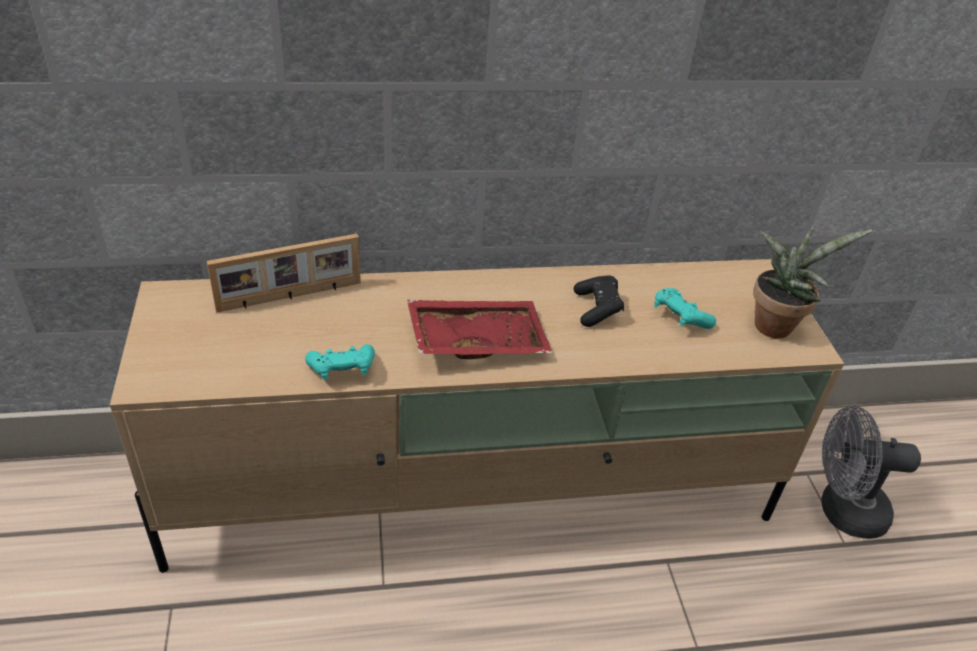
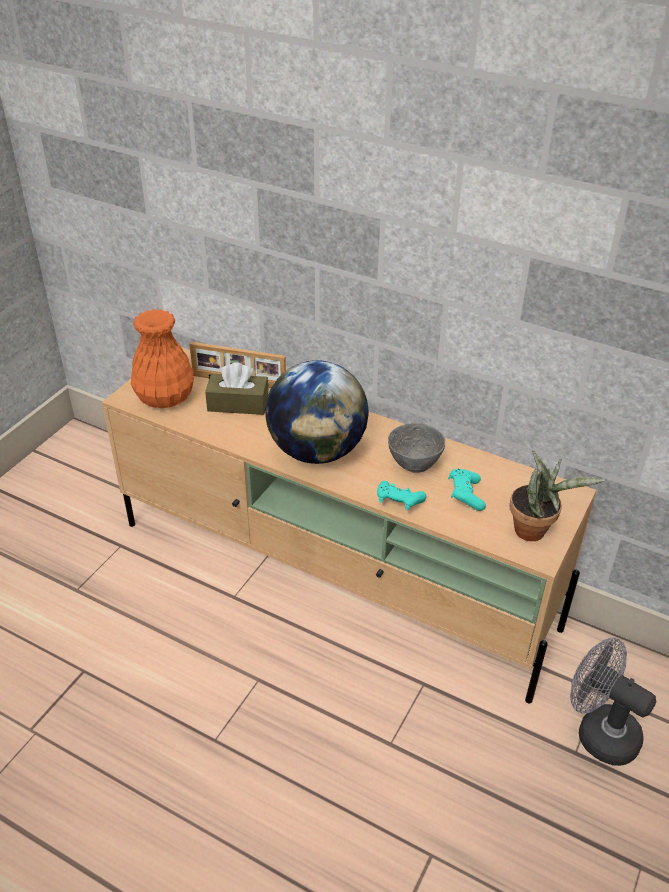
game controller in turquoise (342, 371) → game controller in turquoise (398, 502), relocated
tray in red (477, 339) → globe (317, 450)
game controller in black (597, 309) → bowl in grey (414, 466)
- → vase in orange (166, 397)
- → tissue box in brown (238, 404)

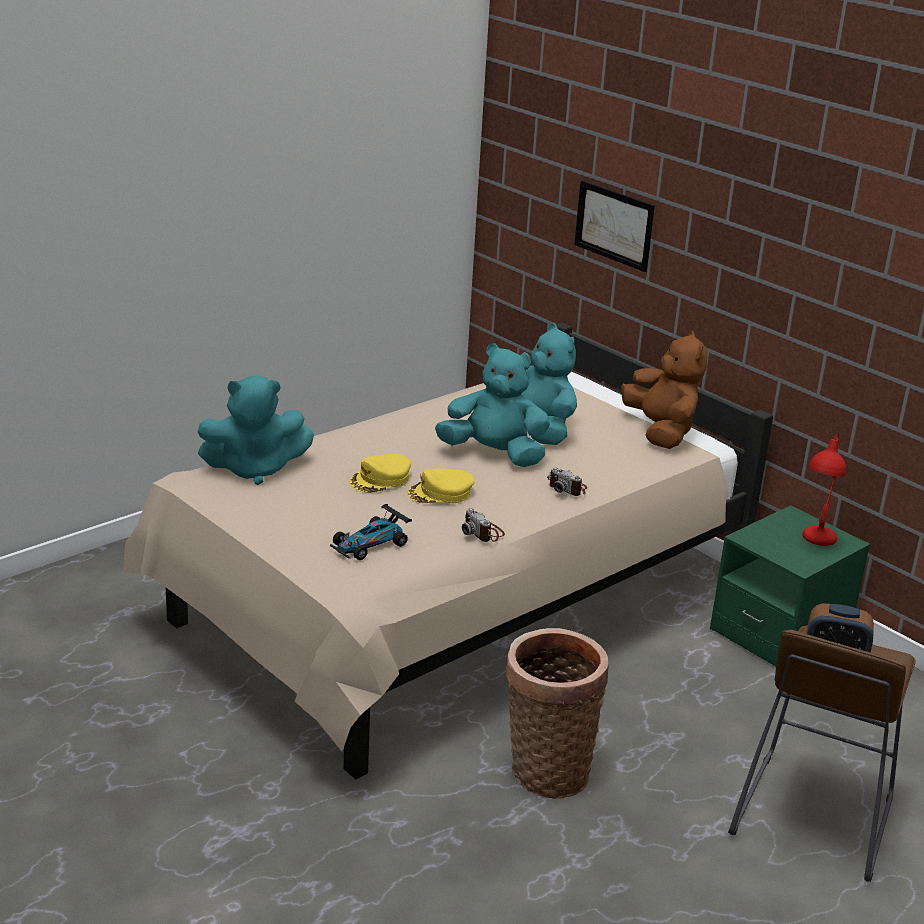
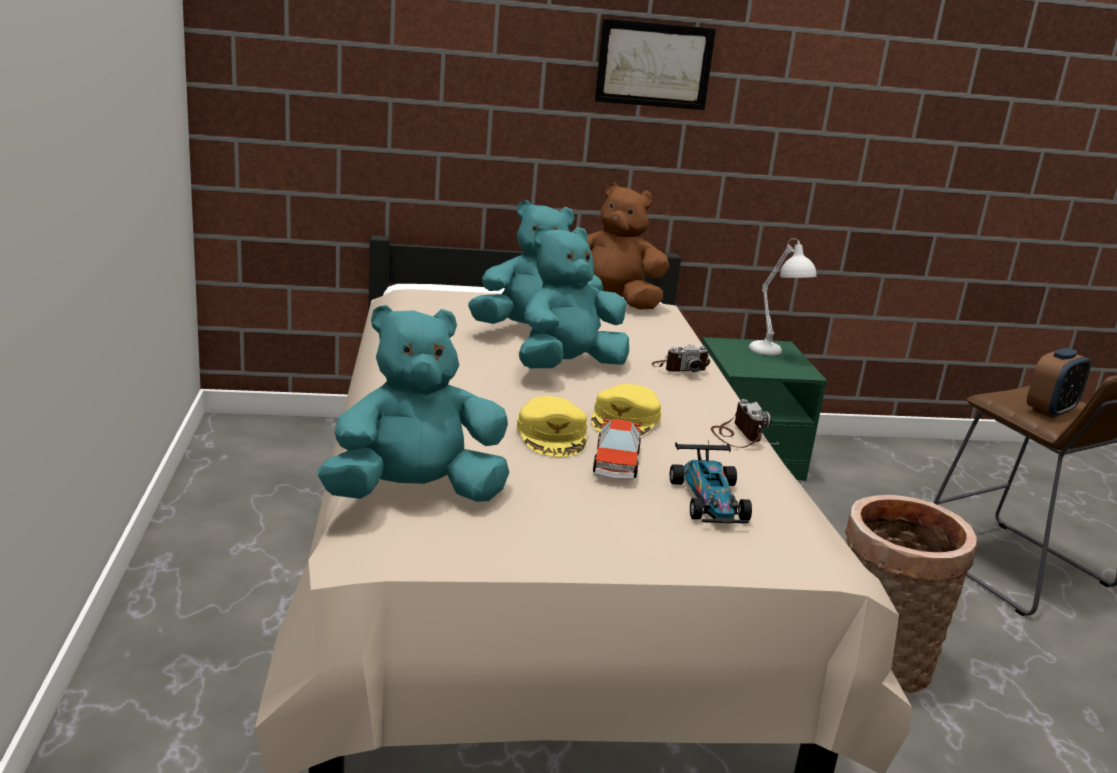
plush toy in turquoise (254, 469) → plush toy in turquoise (415, 494), 135 degrees counterclockwise
photo camera (483, 532) → photo camera (737, 435), 105 degrees counterclockwise
picture (614, 225) → picture (654, 65), relocated
table lamp in red (814, 543) → table lamp in white (773, 354)
- → toy car (616, 463)

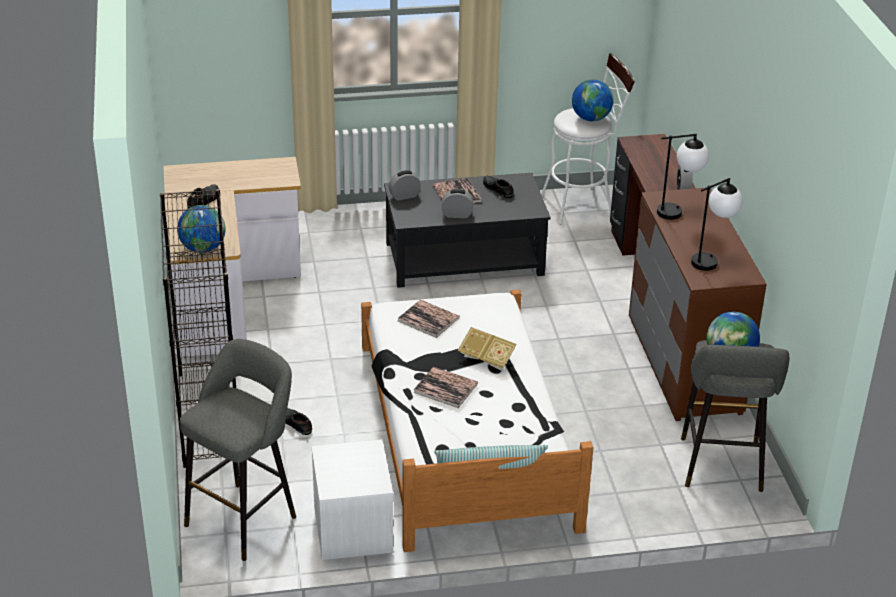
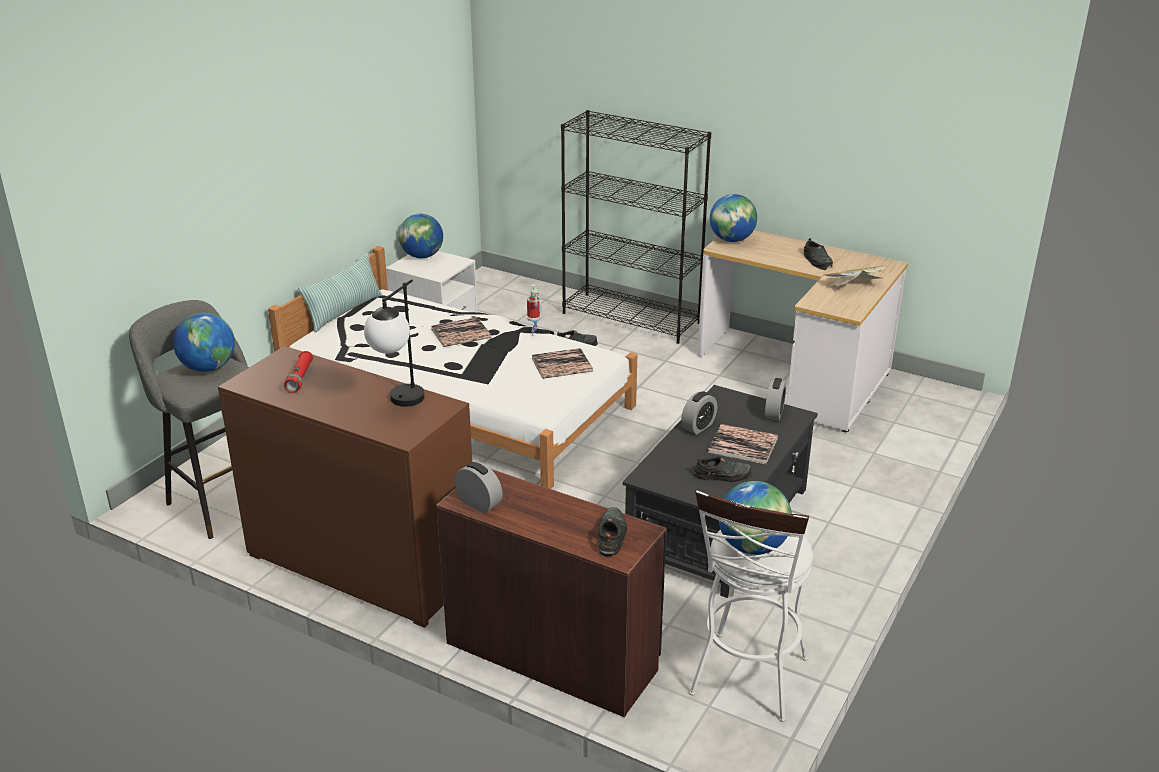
stool in grey (245, 517) → -
book (487, 359) → book (854, 286), relocated
table lamp (712, 259) → flashlight in red (300, 378)
- → globe (422, 256)
- → toy robot (534, 333)
- → shoe in black (611, 535)

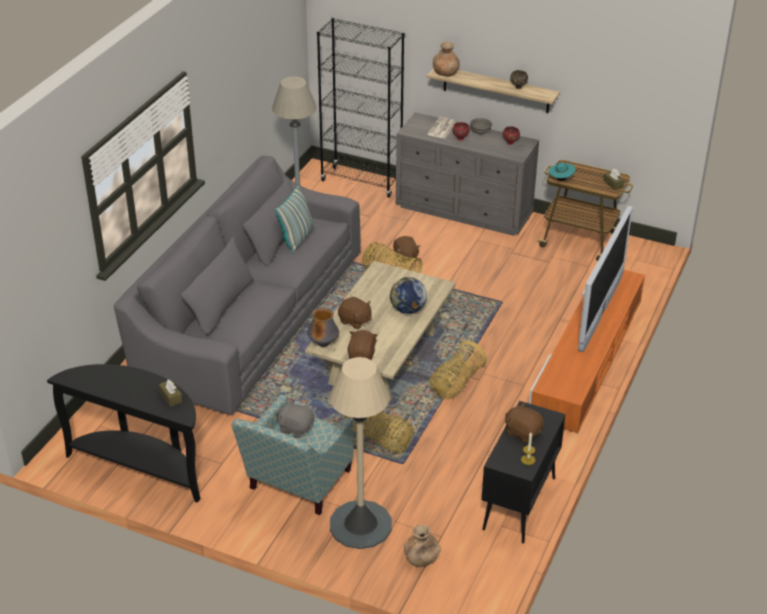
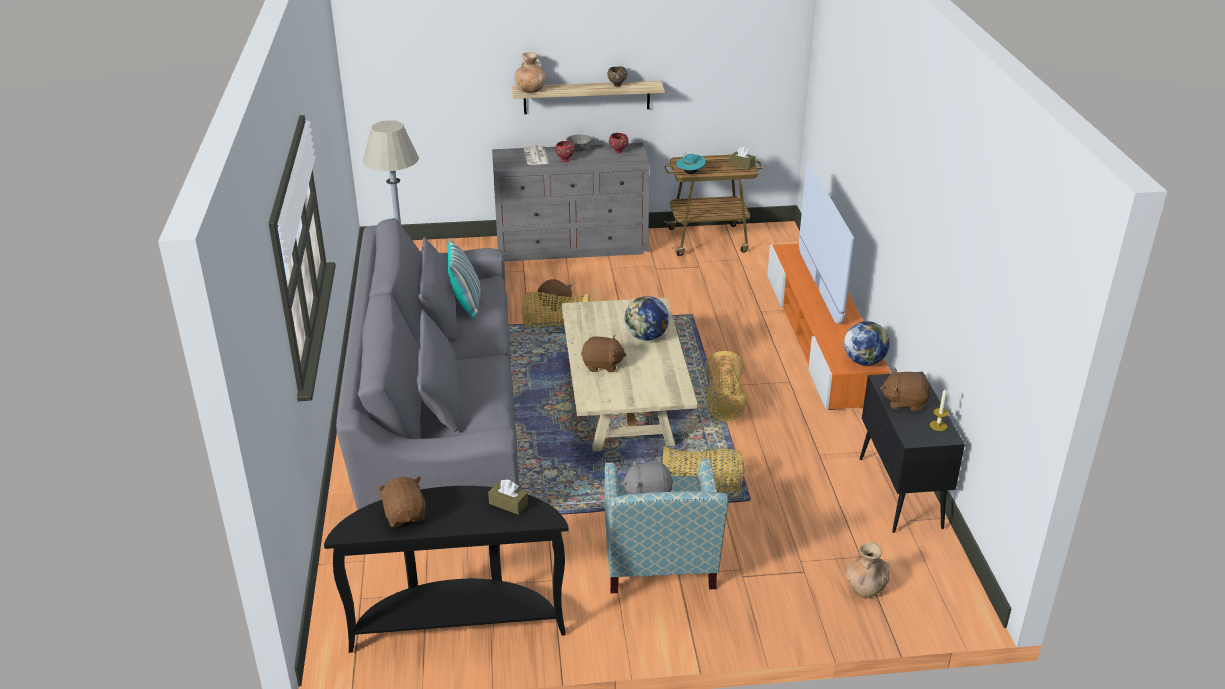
vase (323, 344) → -
bookcase in black (361, 182) → -
floor lamp in beige (360, 525) → -
plush toy in brown (362, 355) → plush toy in brown (405, 515), relocated
- → globe (864, 361)

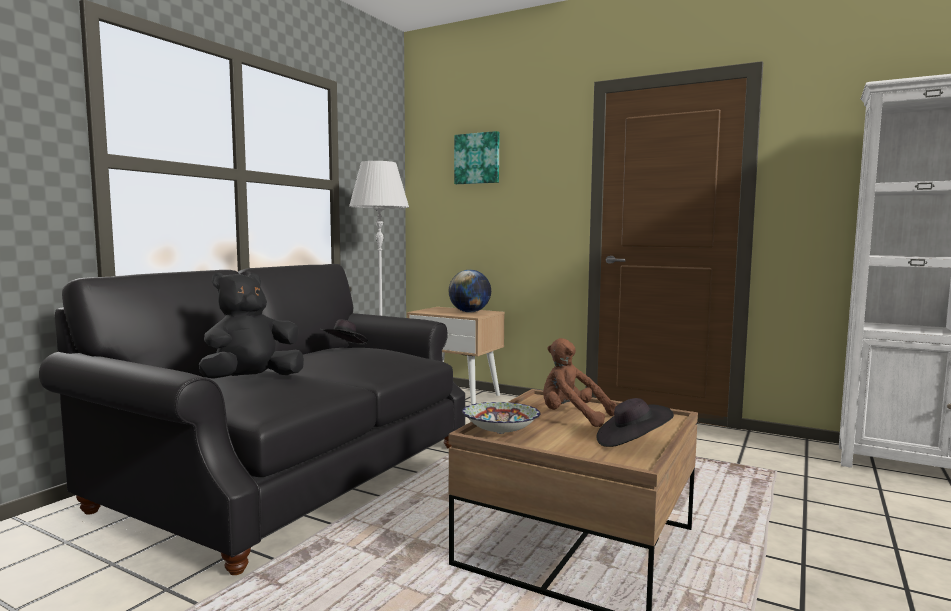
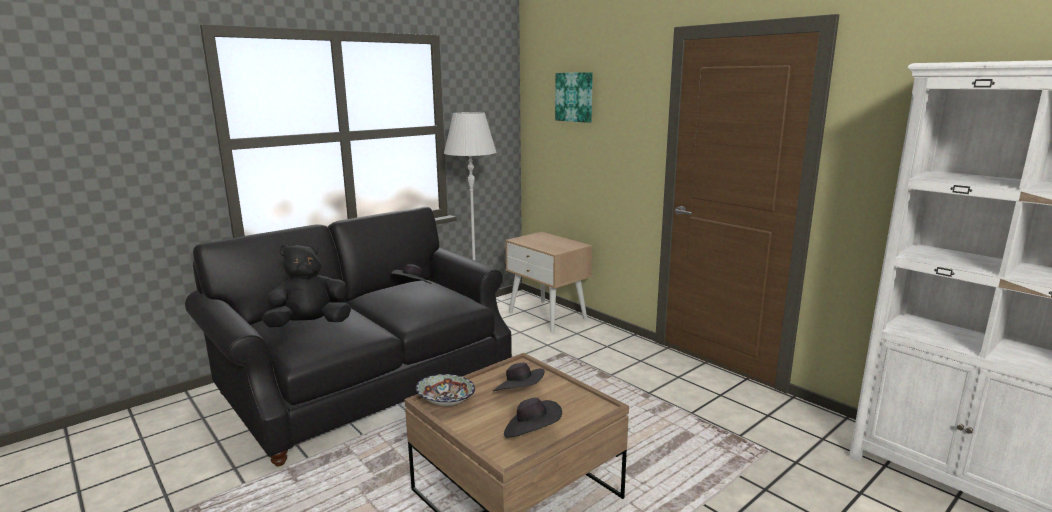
globe (469, 312) → -
plush toy in brown (572, 417) → hat in black (519, 393)

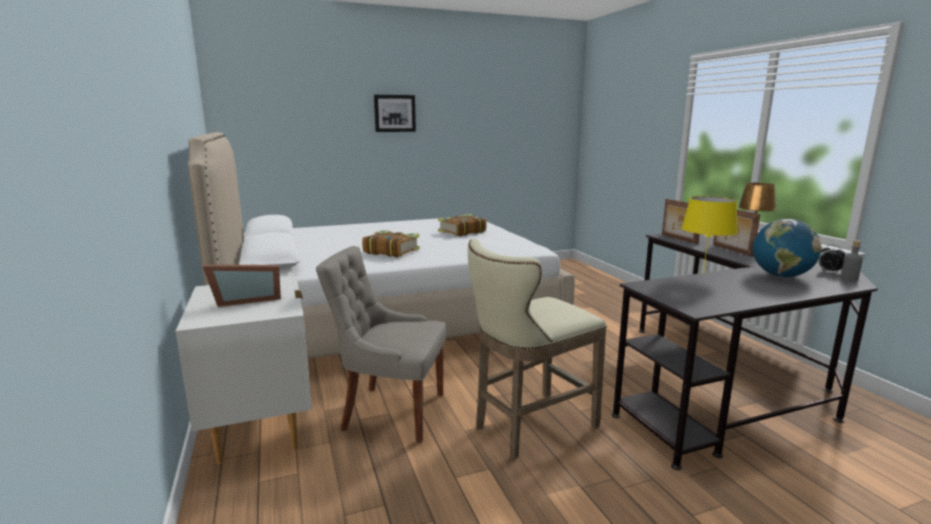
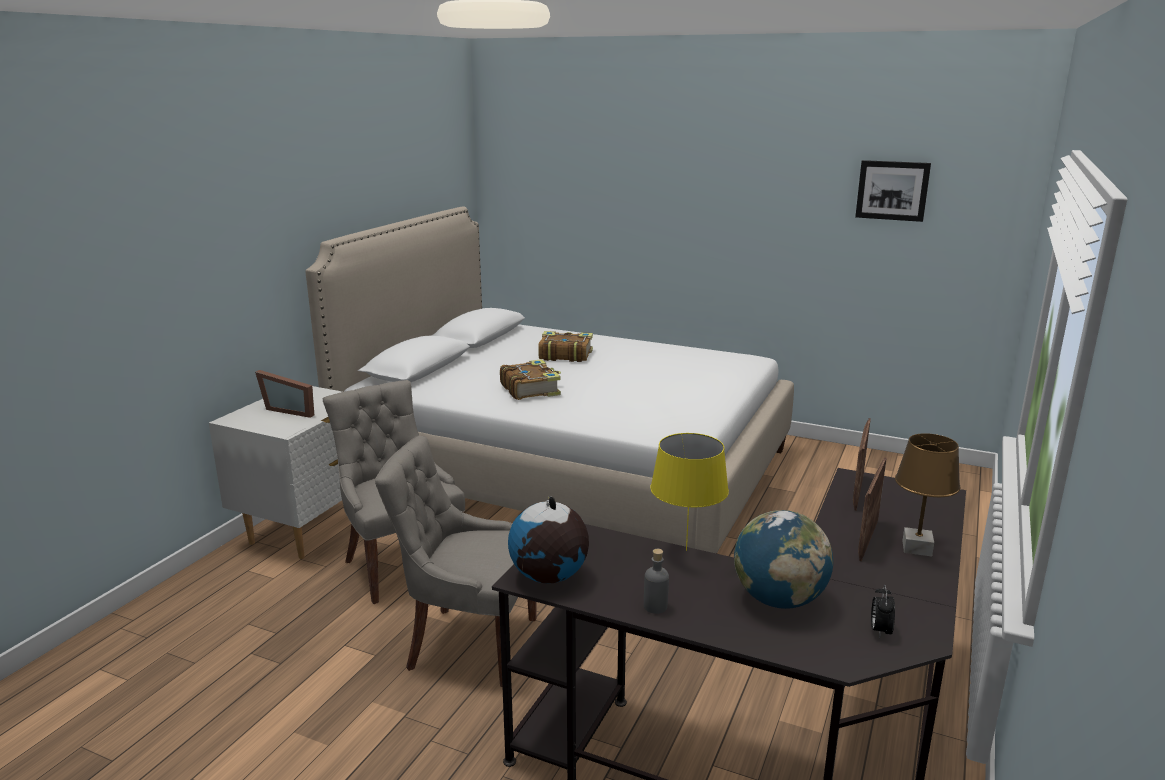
picture (394, 113) → picture (892, 190), relocated
book (461, 232) → book (564, 355), relocated
stool in beige (528, 427) → chair in grey (469, 643)
bottle in grey (849, 279) → bottle in grey (655, 606), relocated
- → globe (549, 577)

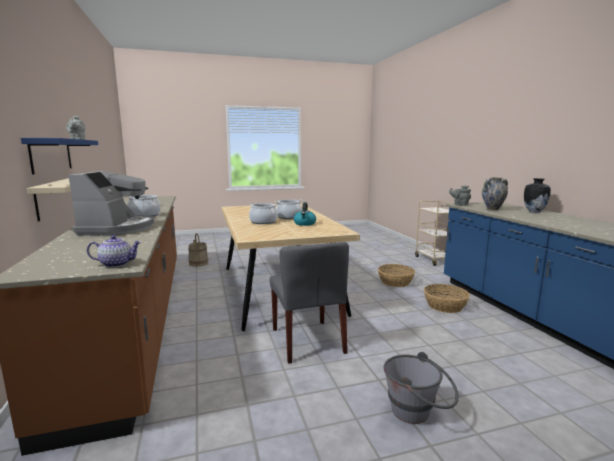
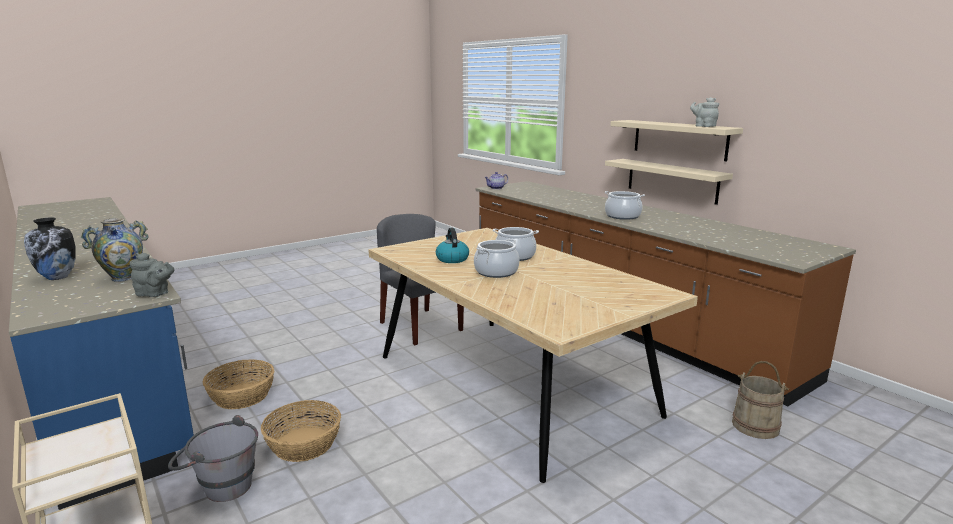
shelf in blue (51, 155) → shelf in beige (679, 139)
coffee machine (117, 229) → -
bucket in grey (418, 413) → bucket in grey (219, 486), relocated

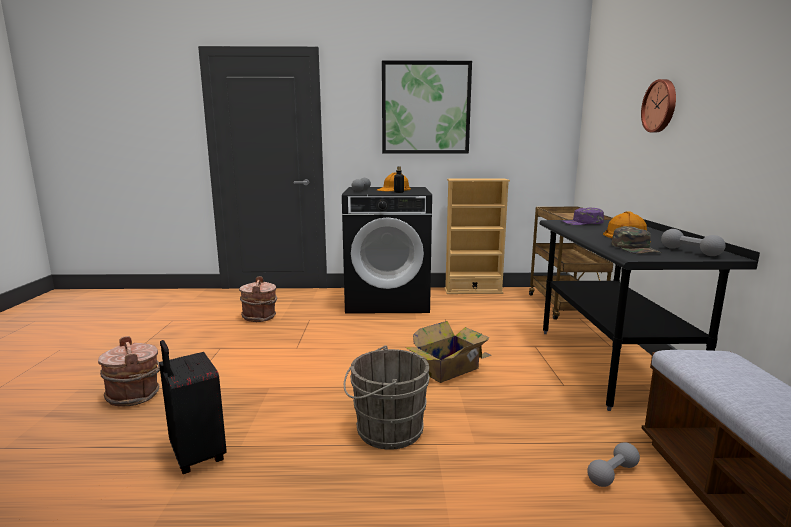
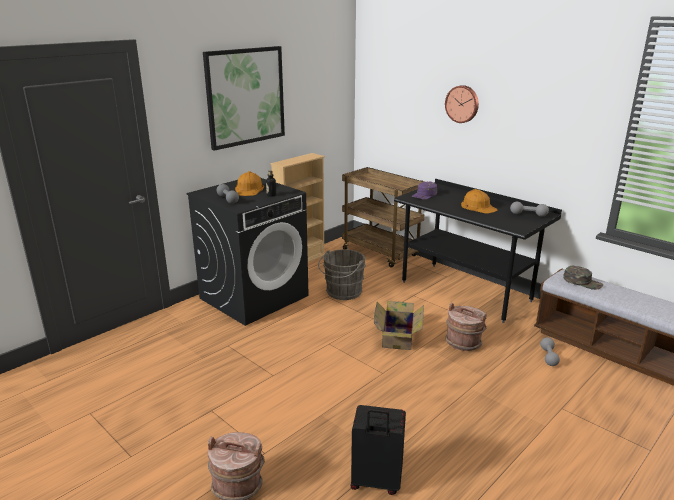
bucket in brown (260, 317) → bucket in brown (463, 342), relocated
bucket in grey (385, 430) → bucket in grey (342, 293), relocated
cap in green (635, 248) → cap in green (582, 282), relocated

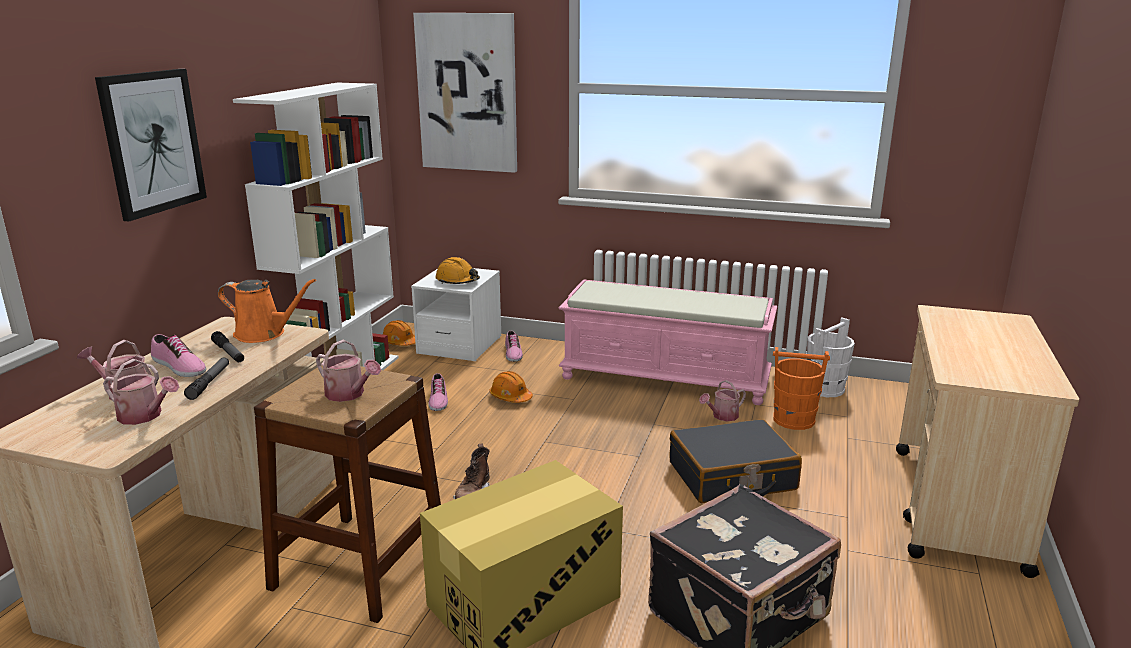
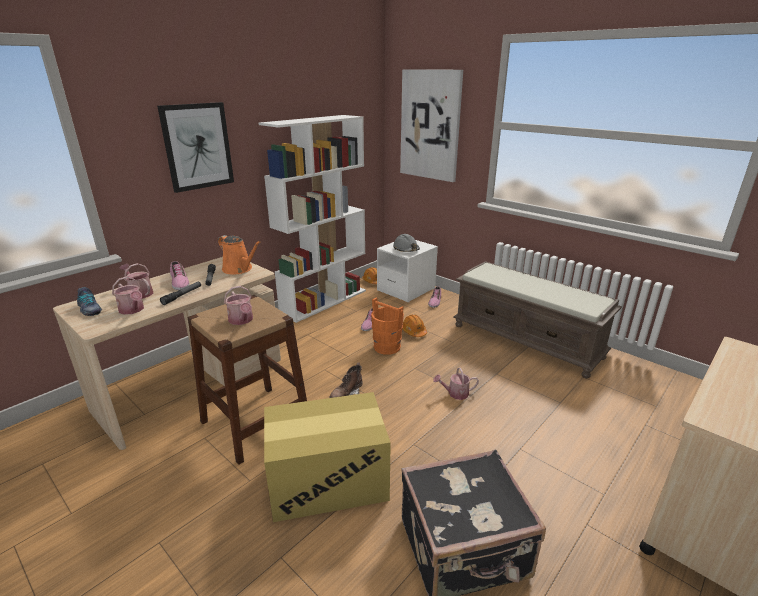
hard hat in orange (457, 281) → hard hat in grey (406, 249)
bench in pink (666, 378) → bench in brown (527, 341)
suitcase in black (732, 477) → -
watering can (722, 416) → watering can (455, 393), relocated
bucket in orange (794, 420) → bucket in orange (387, 347), relocated
bucket in white (825, 389) → -
- → shoe (89, 309)

